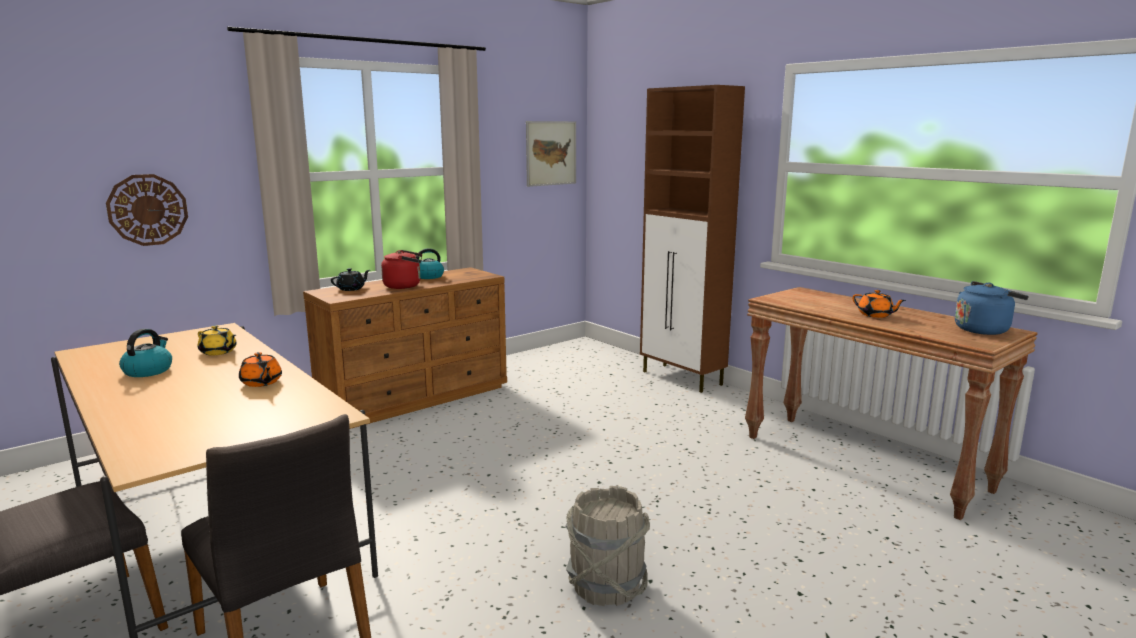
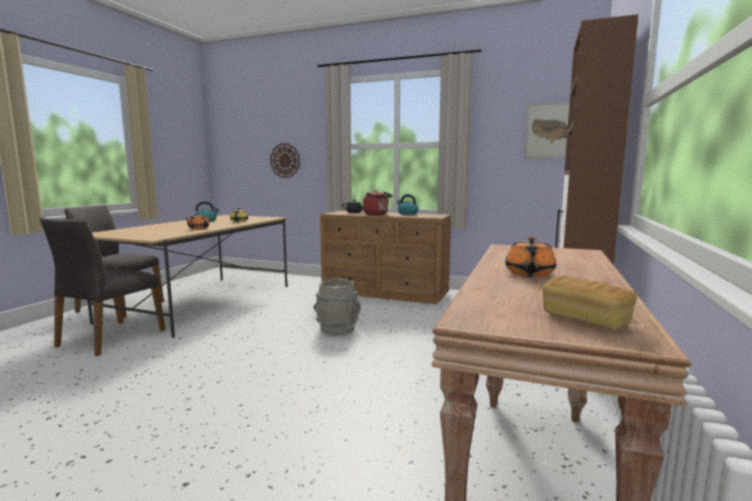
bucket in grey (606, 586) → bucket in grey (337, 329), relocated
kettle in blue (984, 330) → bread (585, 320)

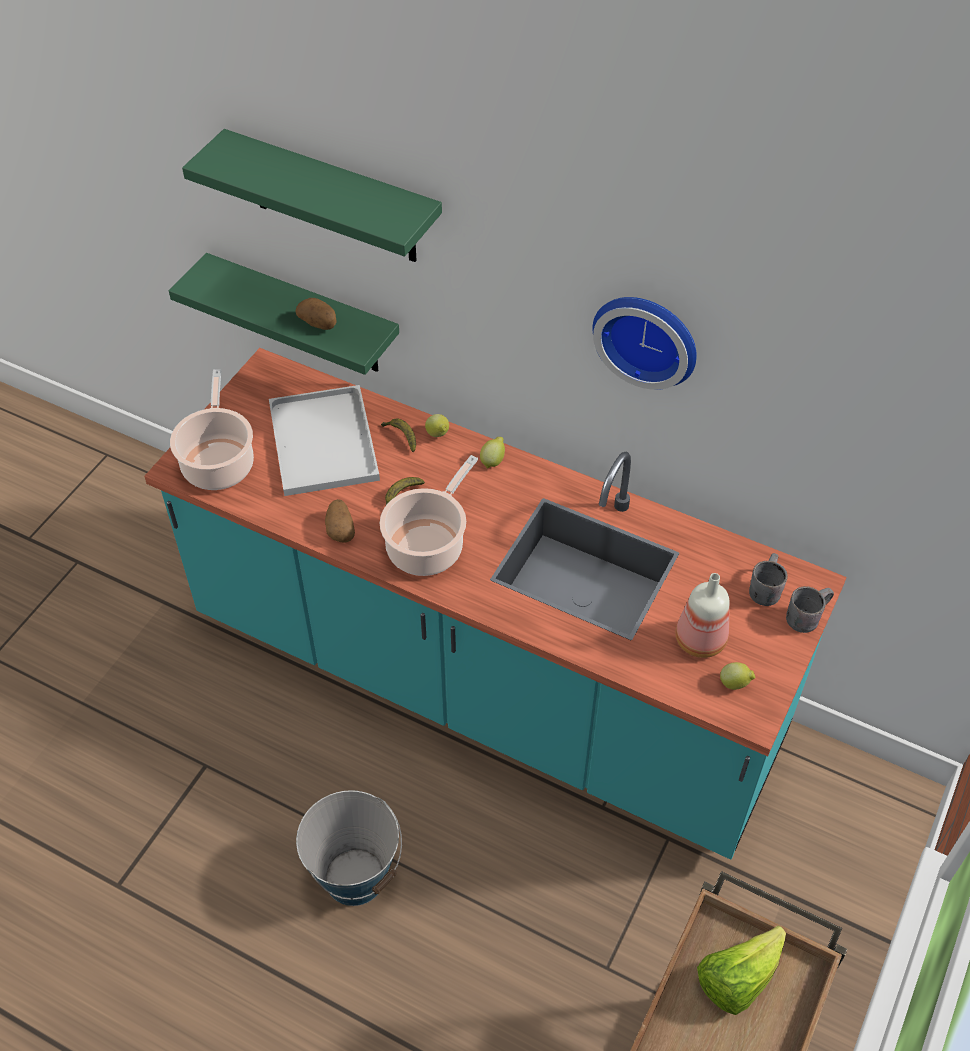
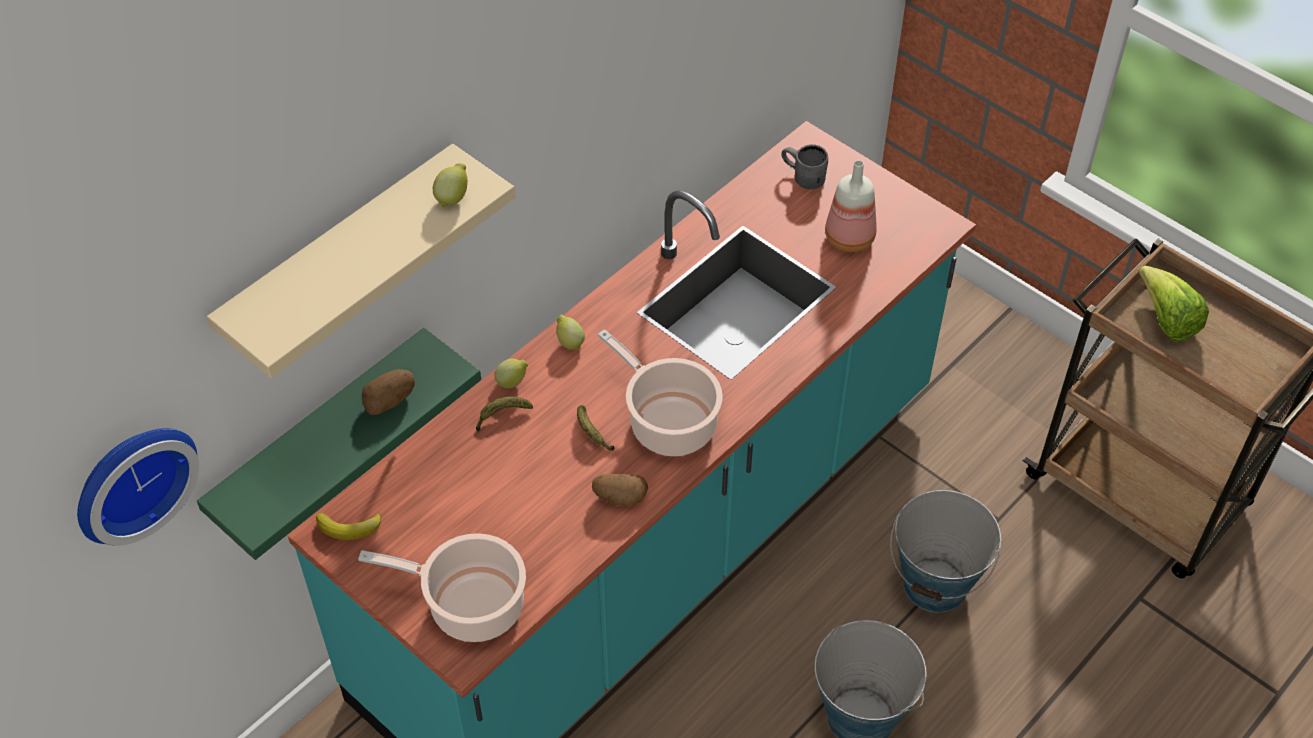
shelf in green (333, 199) → shelf in beige (342, 262)
tray in white (325, 443) → -
wall clock (648, 336) → wall clock (130, 479), relocated
lemon (735, 684) → lemon (453, 197), relocated
mug in grey (805, 615) → -
- → banana (349, 528)
- → bucket (935, 585)

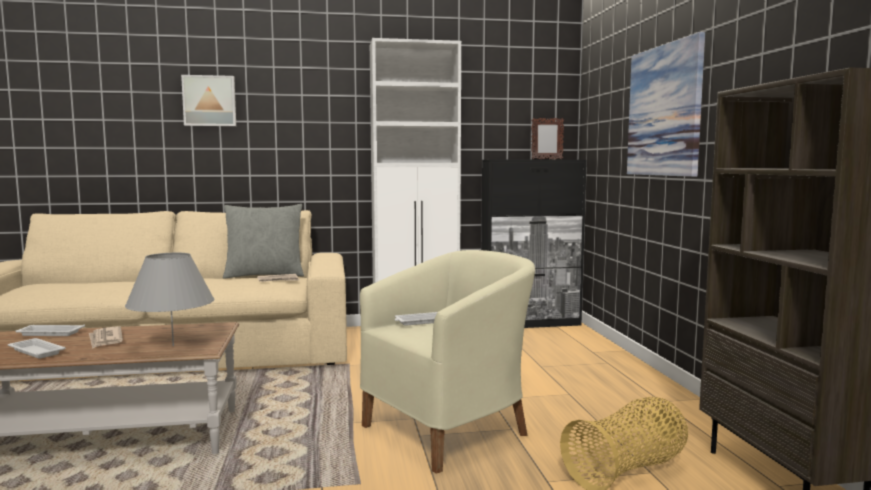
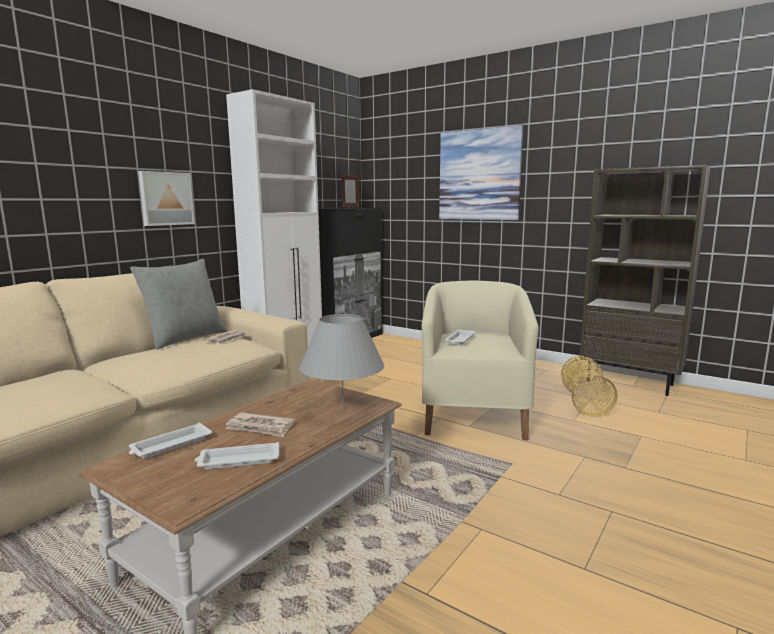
picture (209, 101) → picture (165, 198), relocated

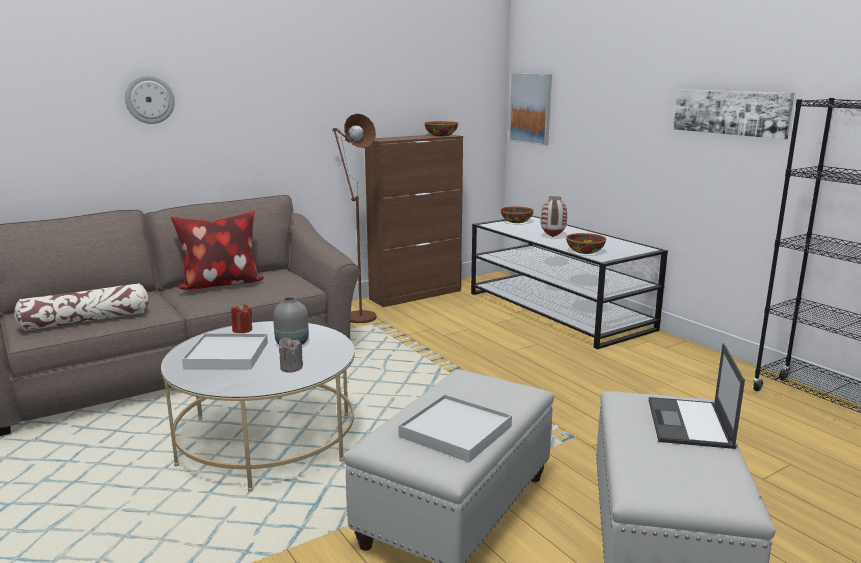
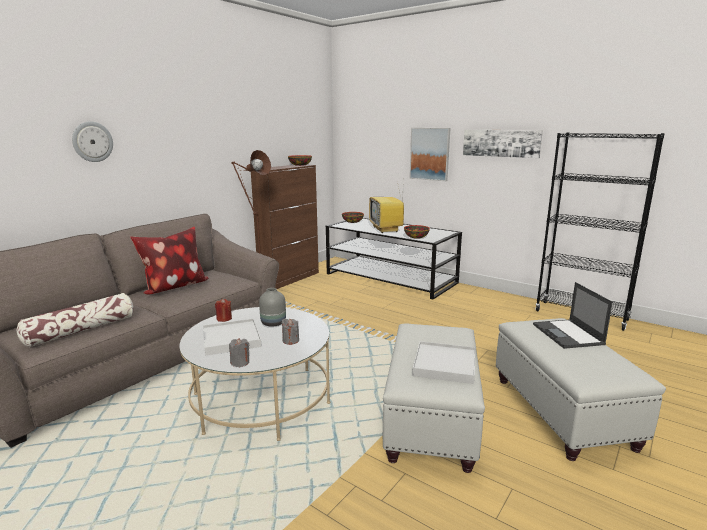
picture (531, 108) → picture (430, 154), relocated
vase (553, 237) → television (386, 229)
- → candle in grey (240, 362)

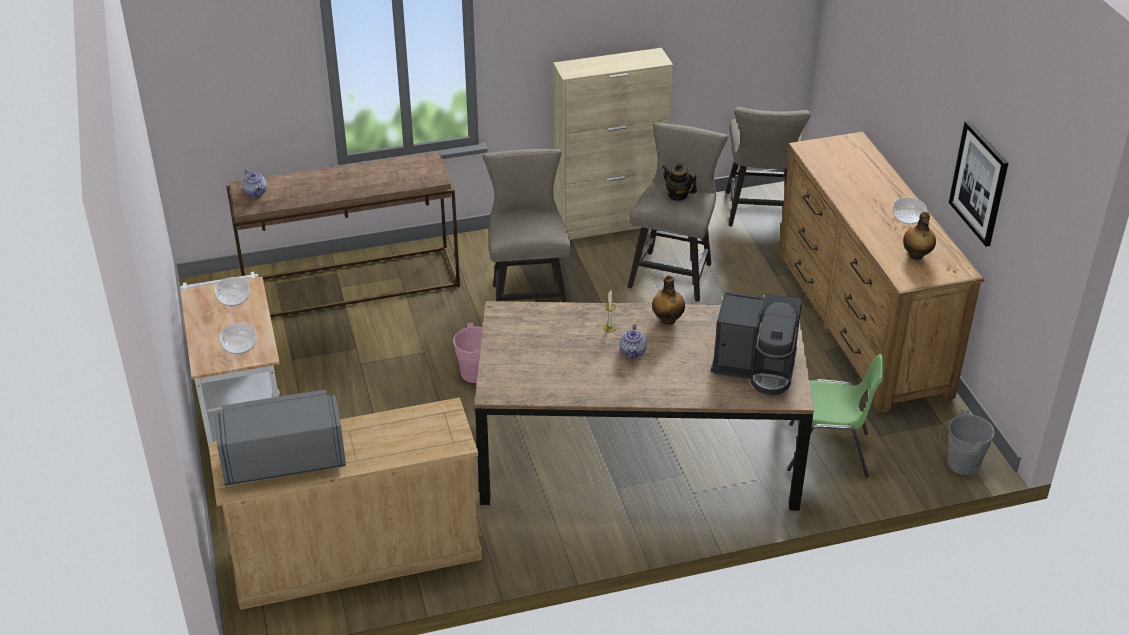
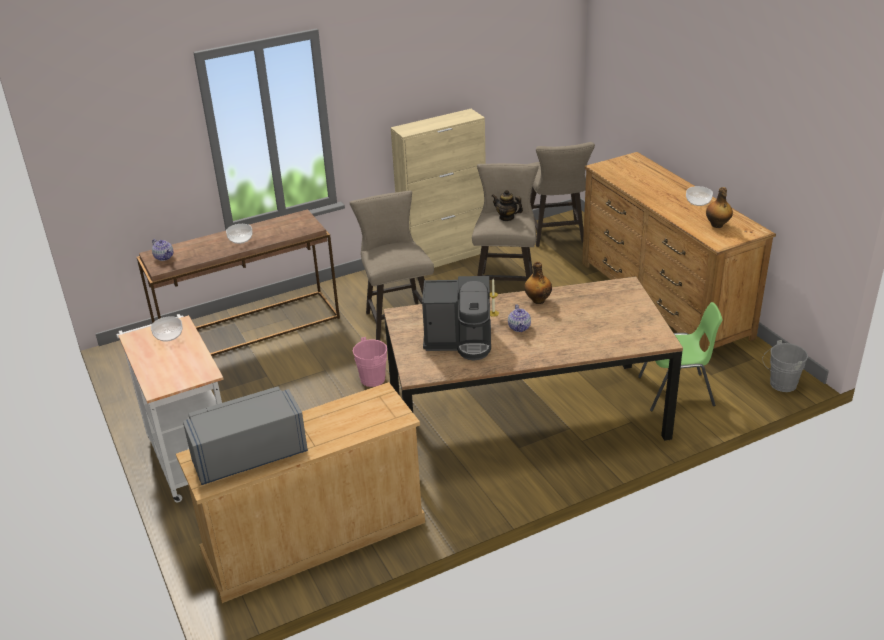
bowl (239, 346) → bowl (240, 239), relocated
coffee machine (756, 367) → coffee machine (460, 341), relocated
picture (979, 183) → -

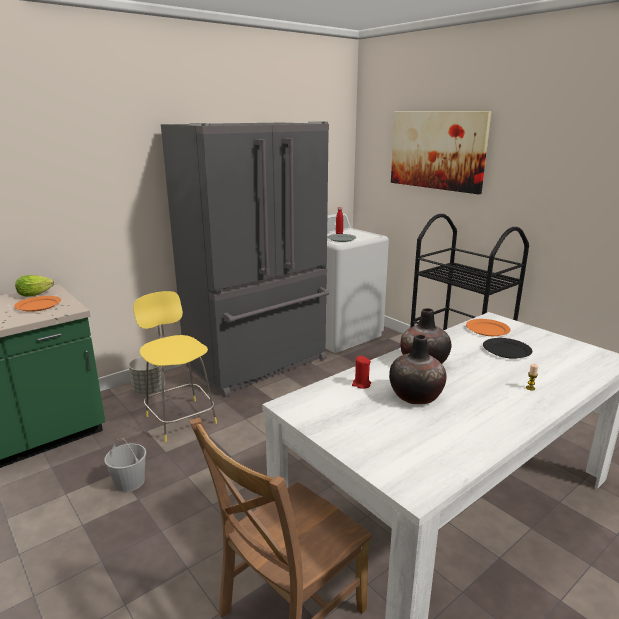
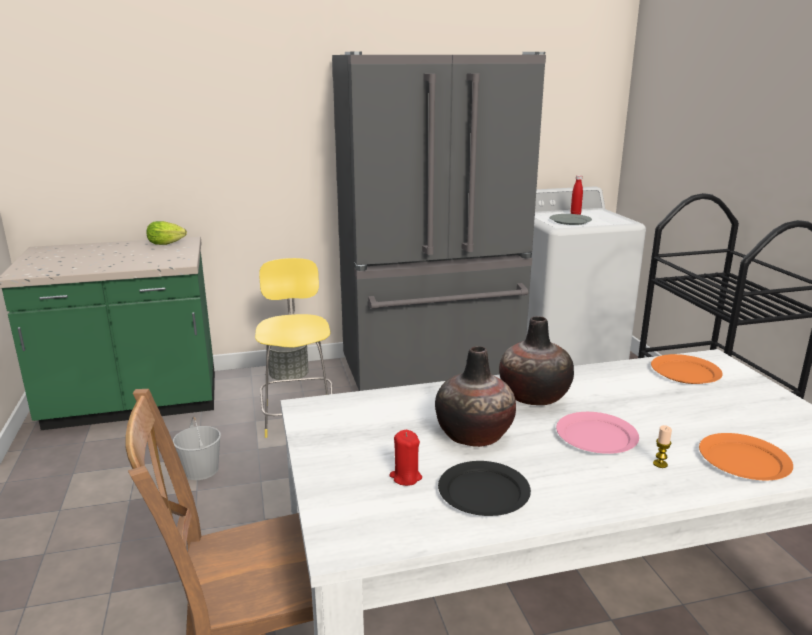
plate in orange (38, 305) → plate in orange (744, 460), relocated
candle in red (361, 384) → candle in red (405, 477), relocated
picture (437, 150) → -
plate in black (506, 350) → plate in black (483, 491), relocated
- → plate in pink (597, 436)

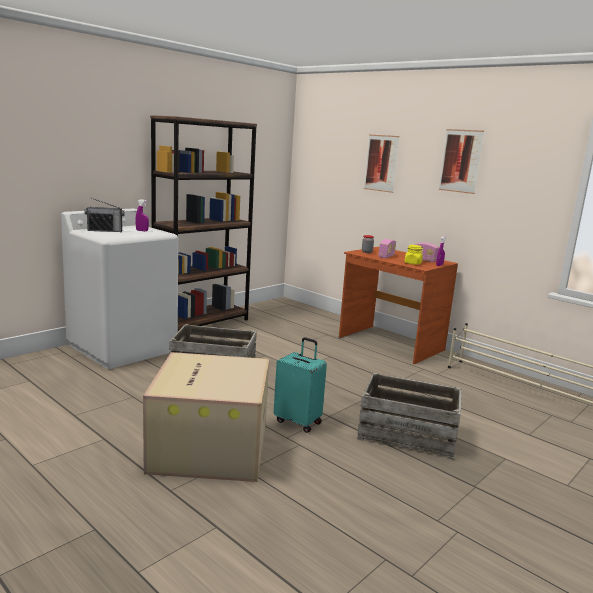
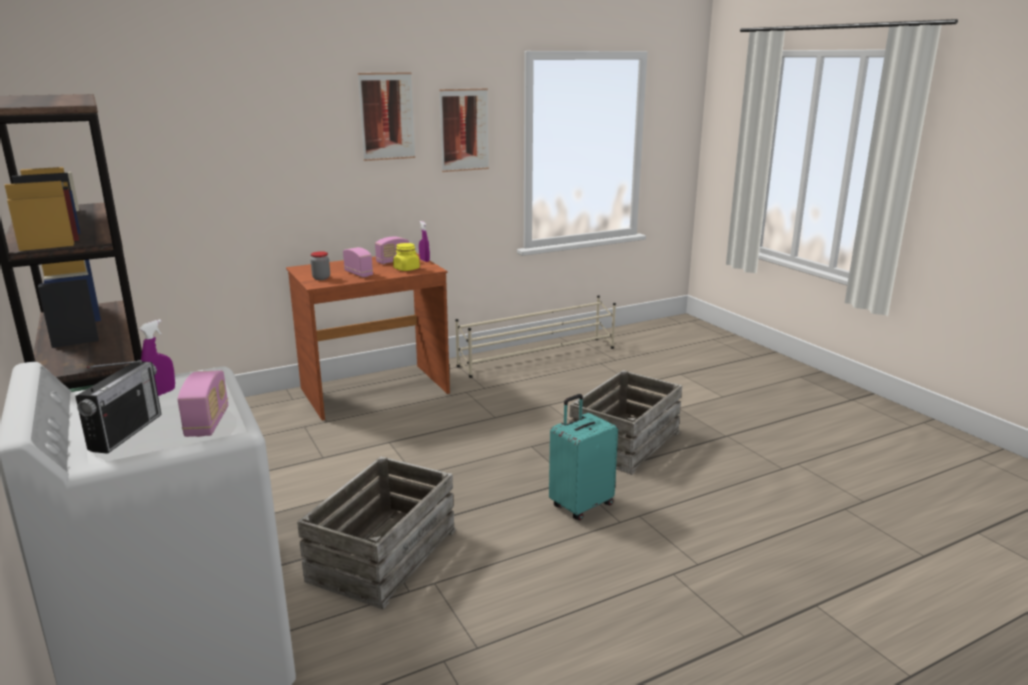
cardboard box (208, 446) → -
picture (381, 163) → picture (464, 130), relocated
- → radio (207, 423)

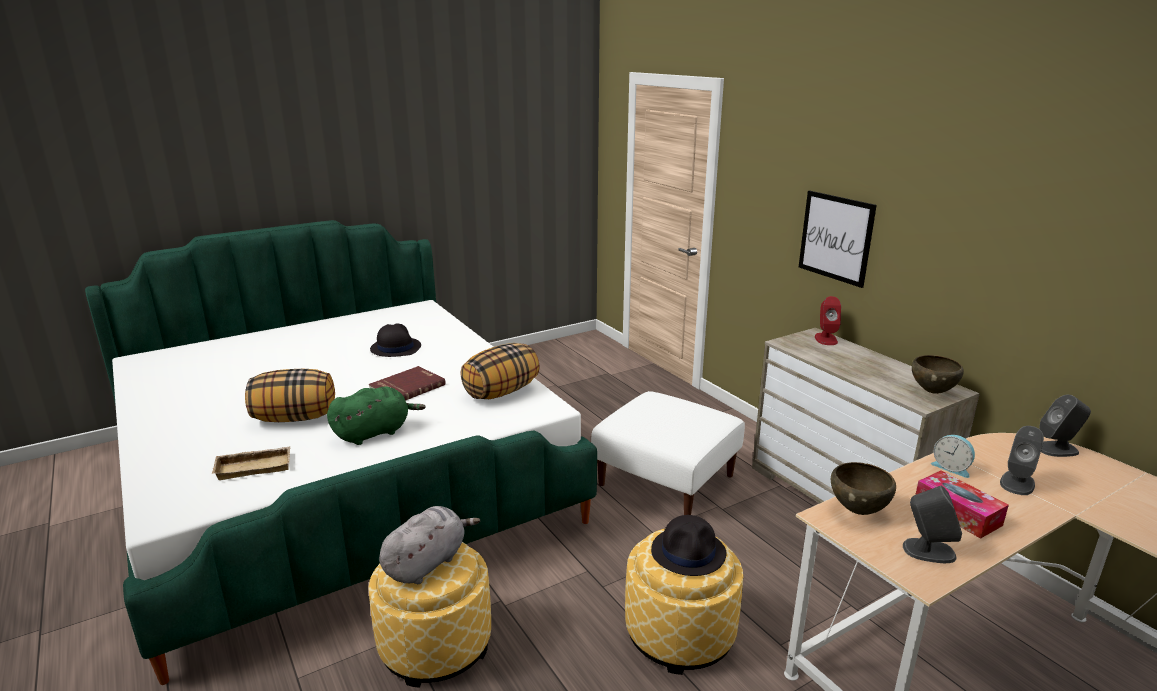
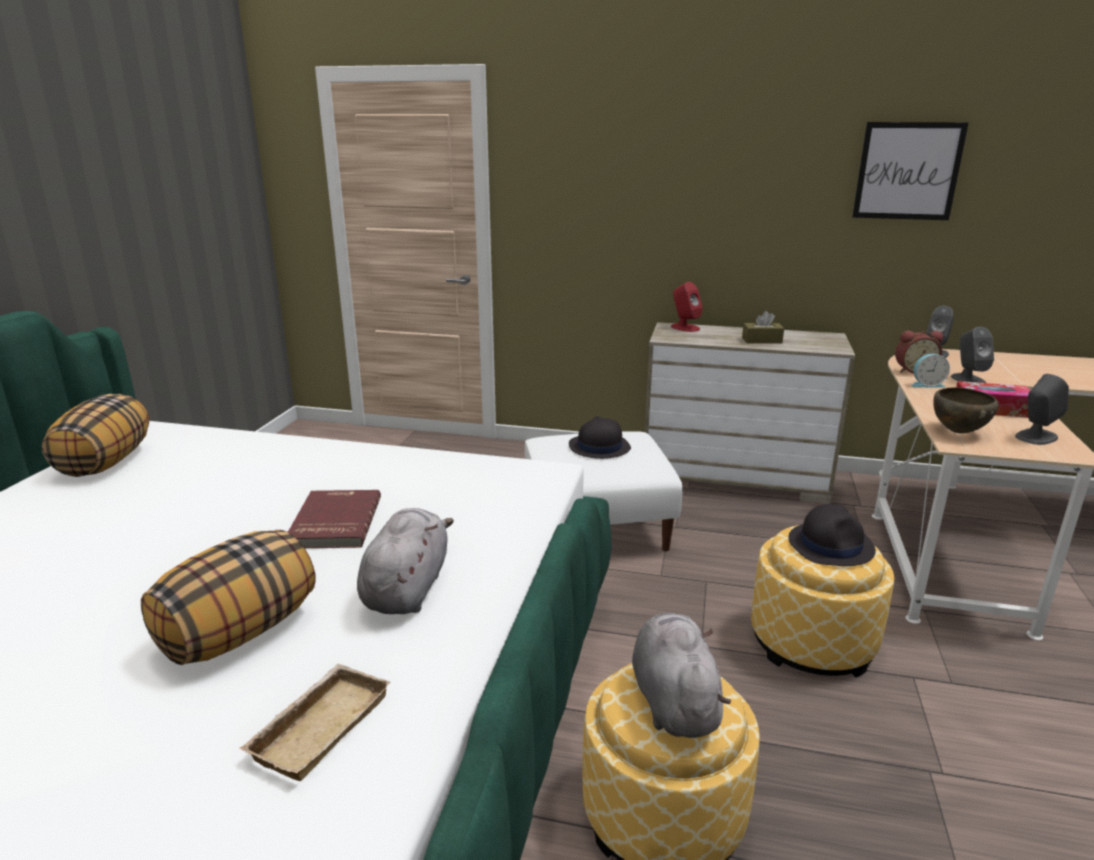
plush toy in green (375, 432) → plush toy in grey (407, 588)
hat in black (395, 348) → hat in black (599, 447), relocated
pillow (501, 392) → pillow (105, 463), relocated
picture (835, 237) → picture (907, 171), relocated
bowl in brown (932, 391) → -
- → tissue box in brown (762, 340)
- → alarm clock (913, 371)

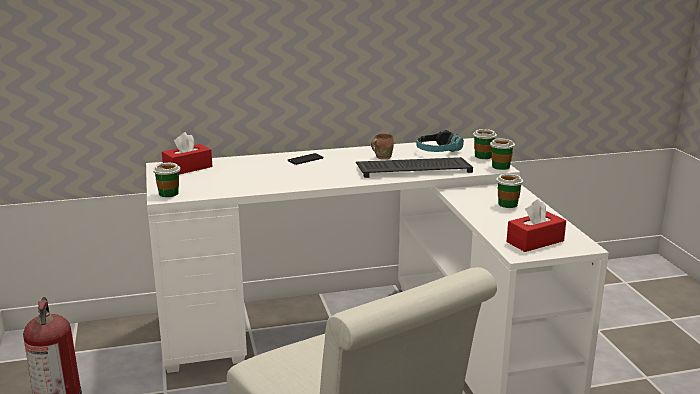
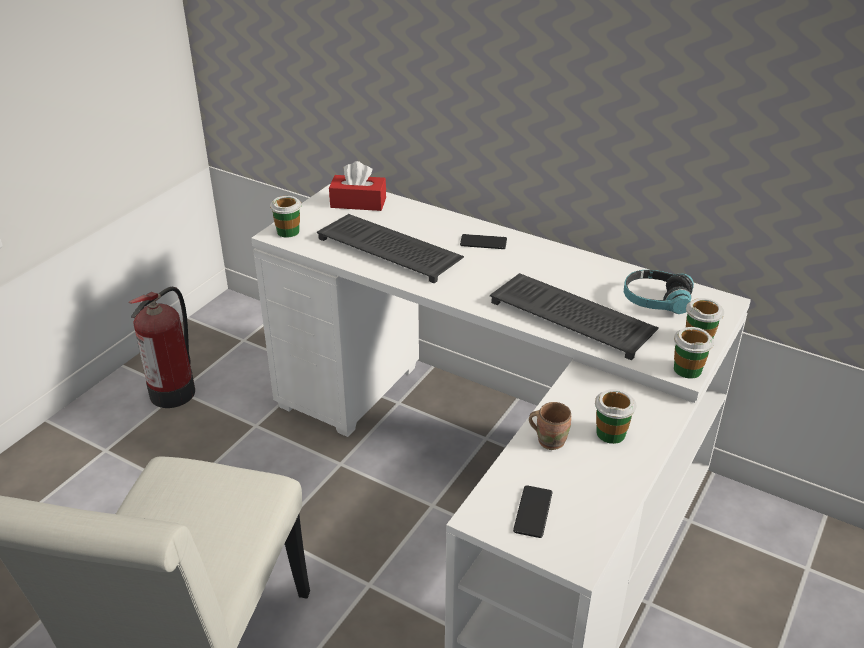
mug in brown (382, 157) → mug in brown (549, 440), relocated
tissue box in red (535, 241) → phone (533, 512)
- → keyboard (391, 249)

